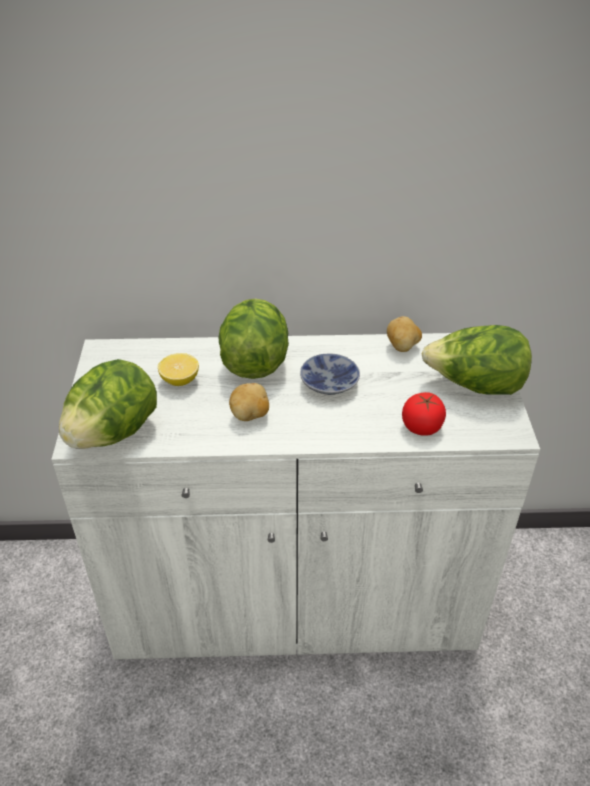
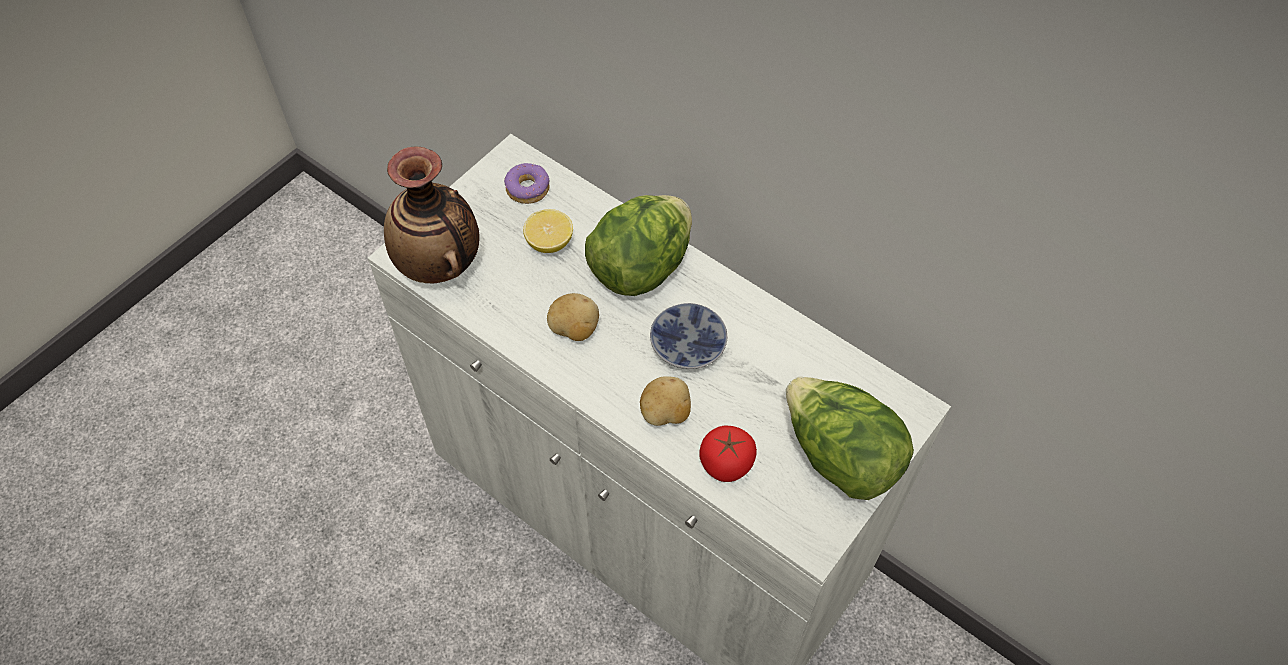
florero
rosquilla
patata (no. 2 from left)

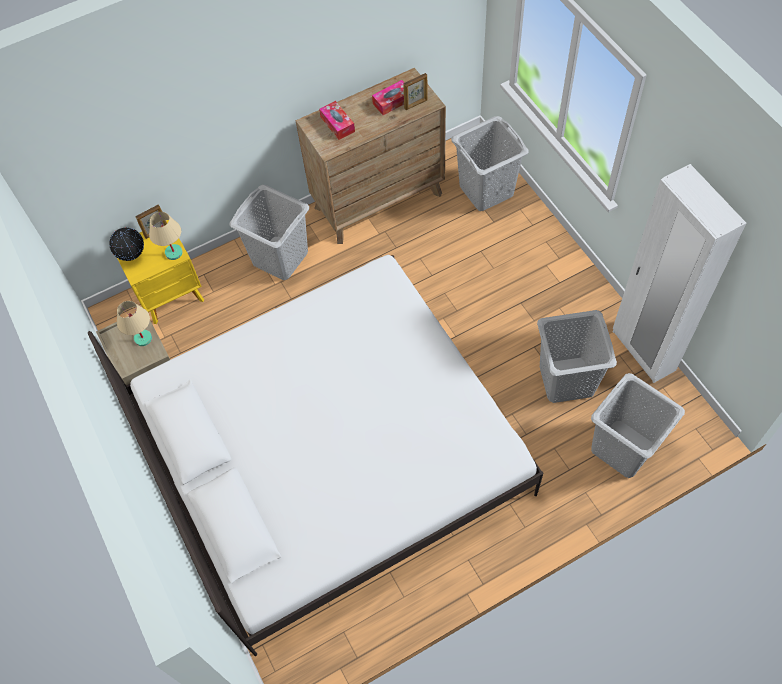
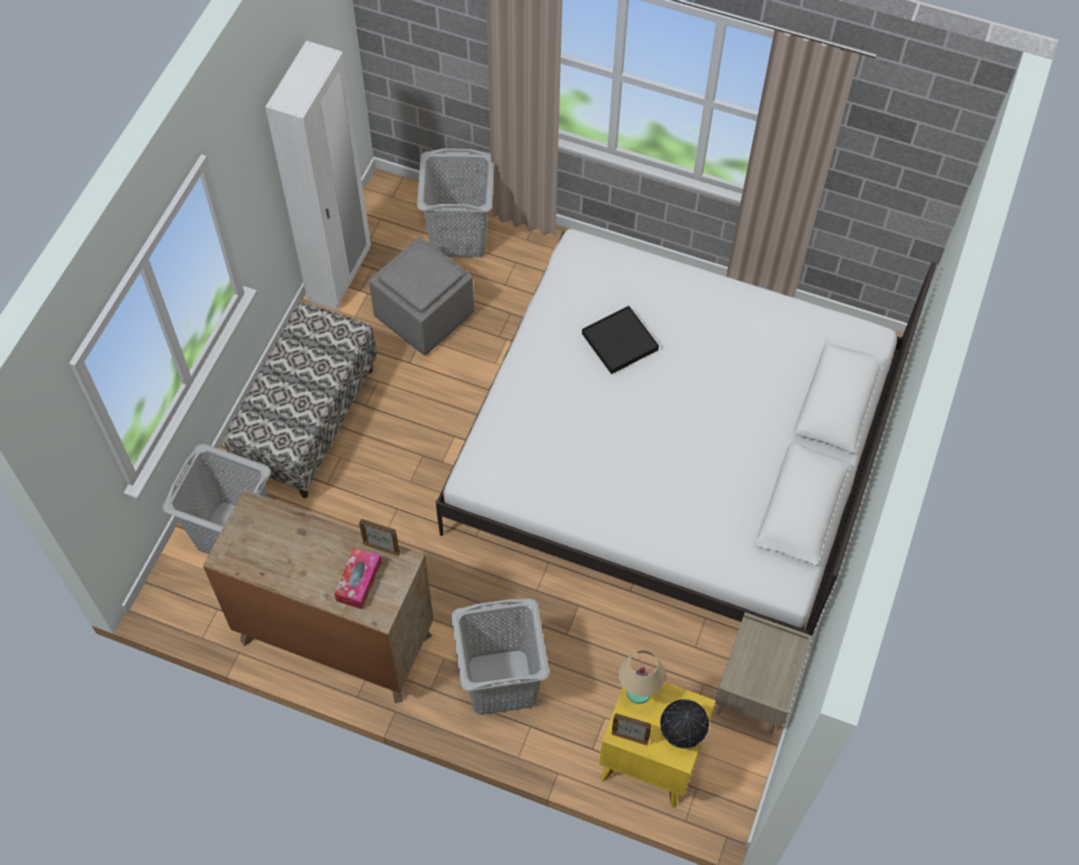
banco
portarretratos (no. 1 from left)
puf/gris
bandeja/negro
lámpara de mesa/beis (no. 1 from left in the first image)
caja de pañuelos (no. 2 from left in the first image)

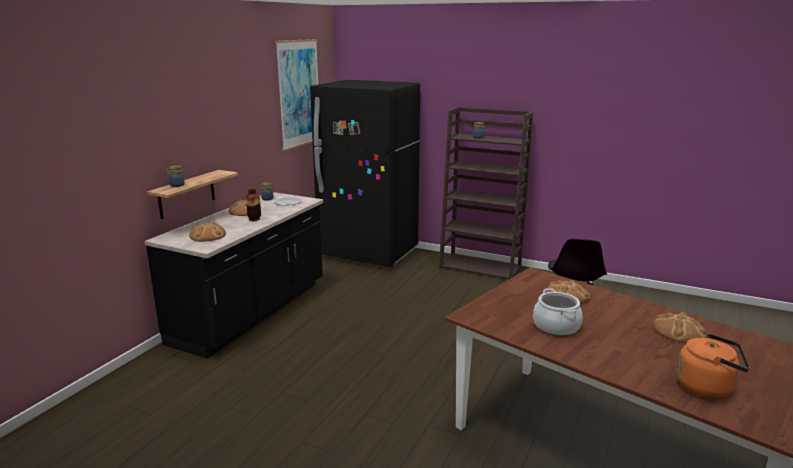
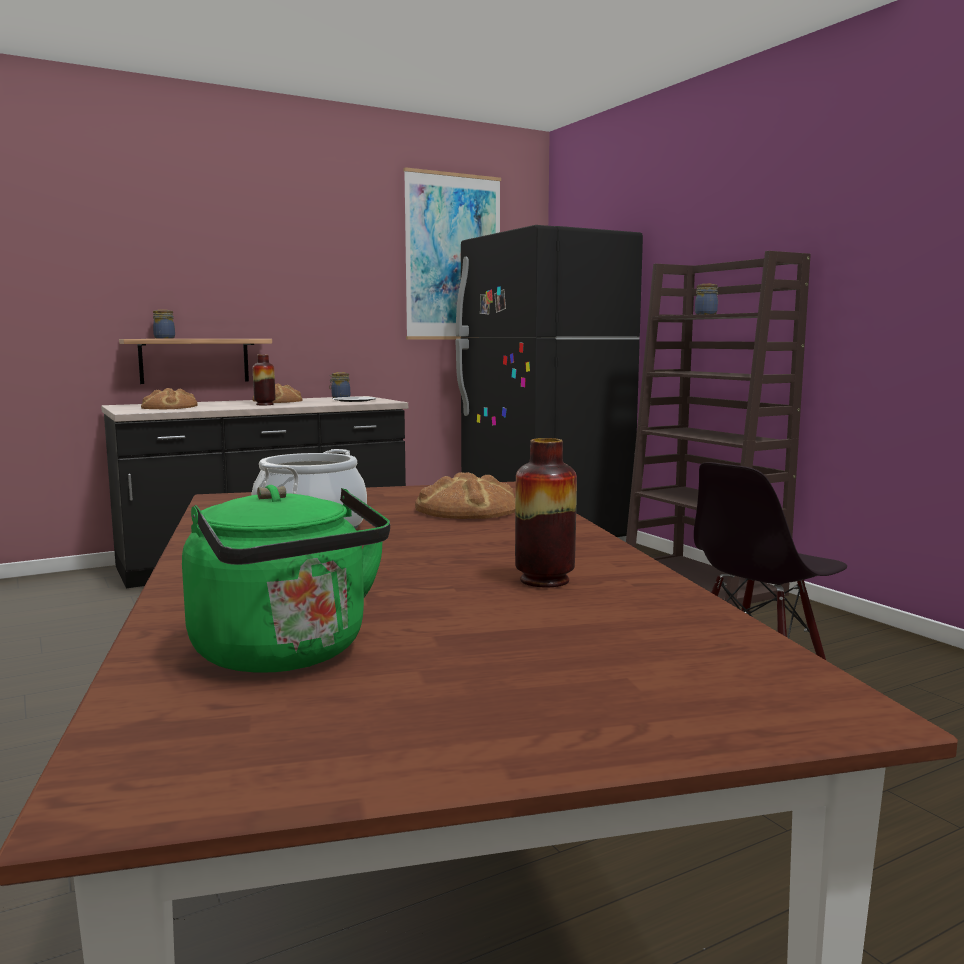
hervidor/verde
florero (no. 2 from left)

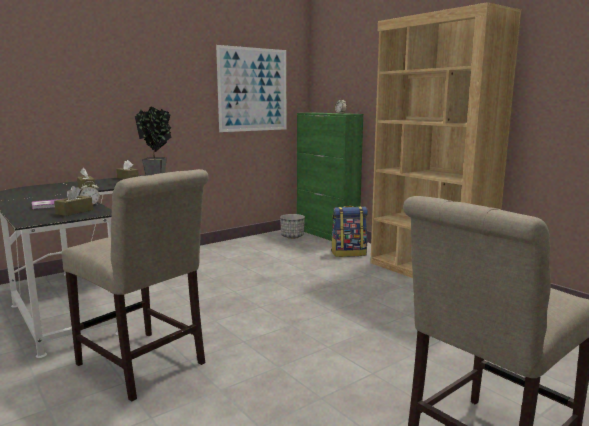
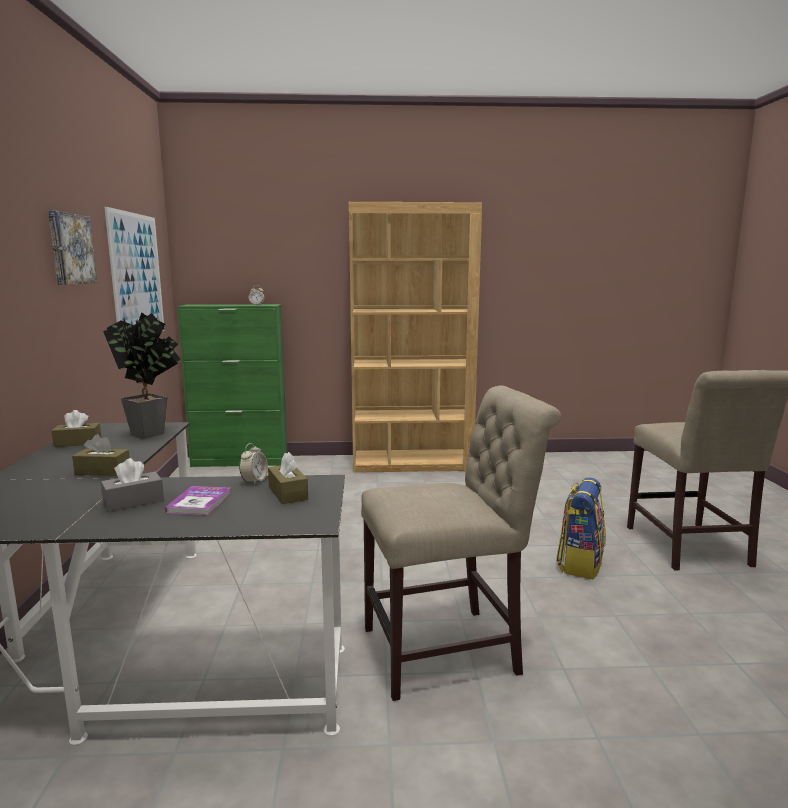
cuadro (no. 1 from left)
caja de pañuelos/gris
mochila
maceta

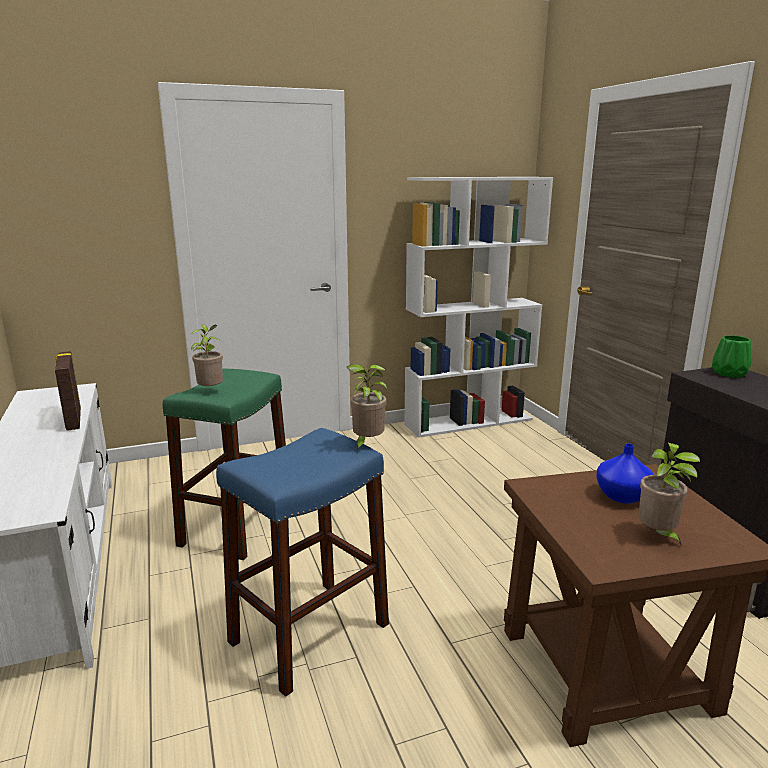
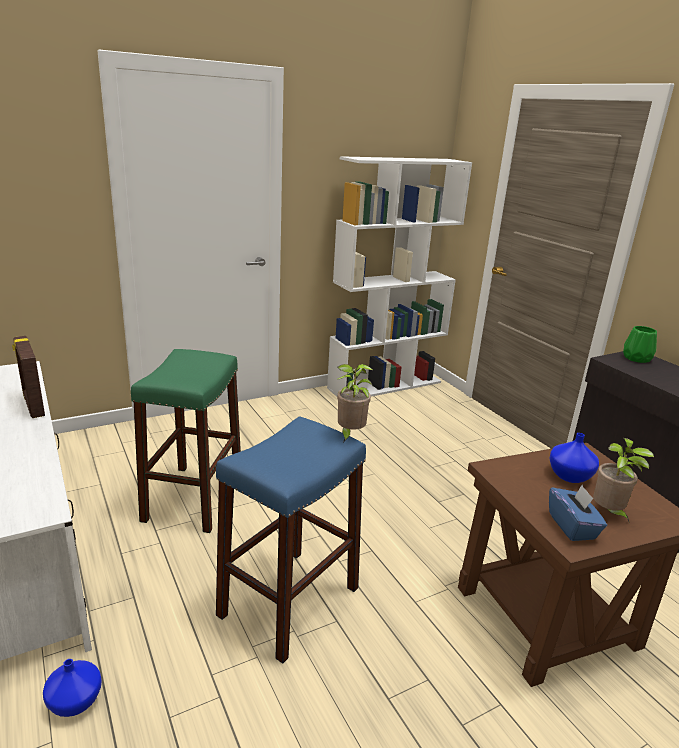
florero/azul (no. 1 from left)
caja de pañuelos/azul
planta en maceta (no. 1 from left in the first image)

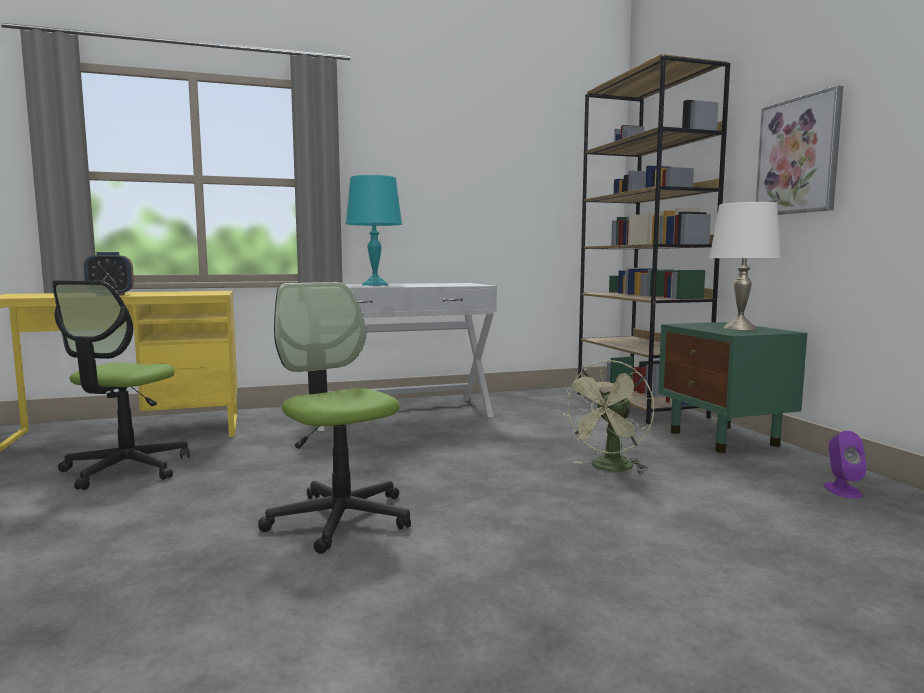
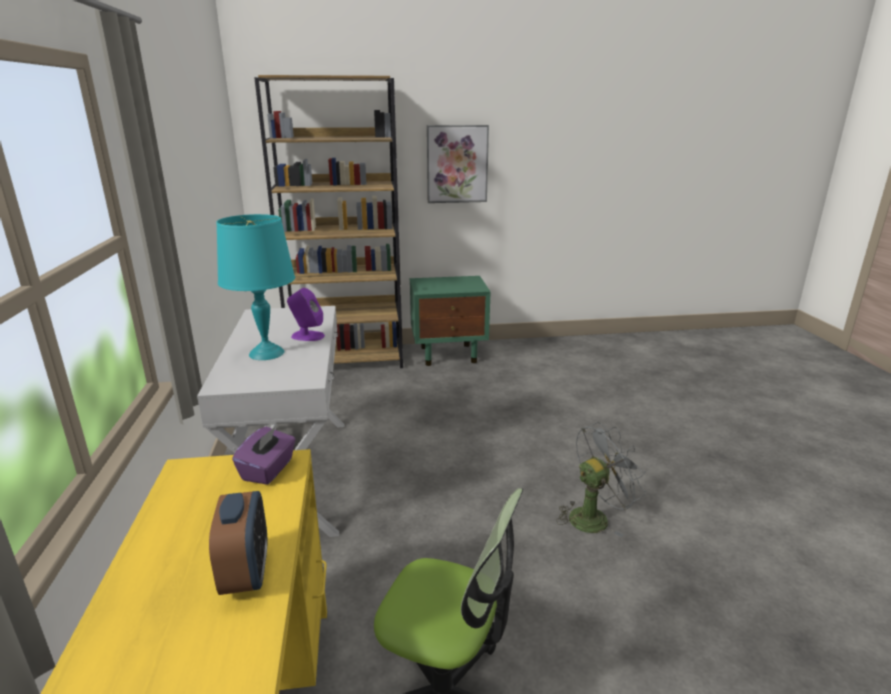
caja de pañuelos/morado
altavoz/morado
ventilador/gris
ventilador/verde
lámpara de mesa/blanco

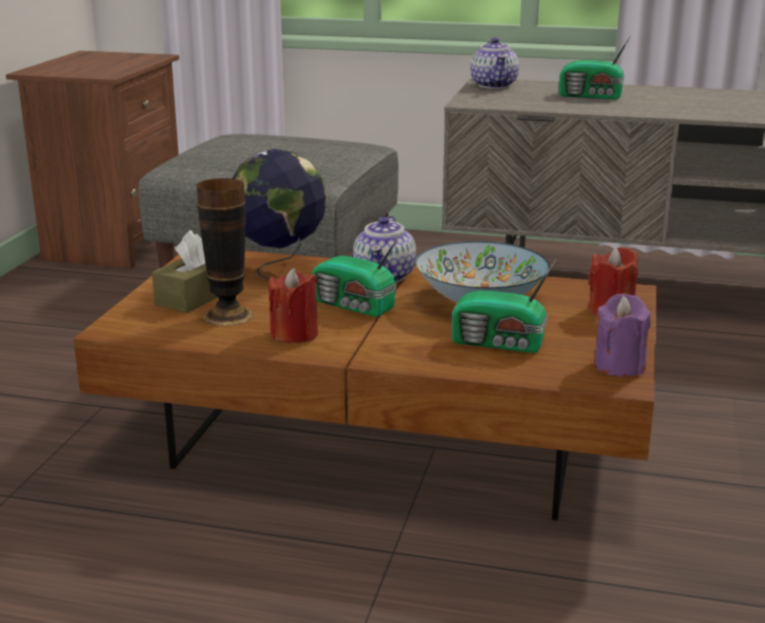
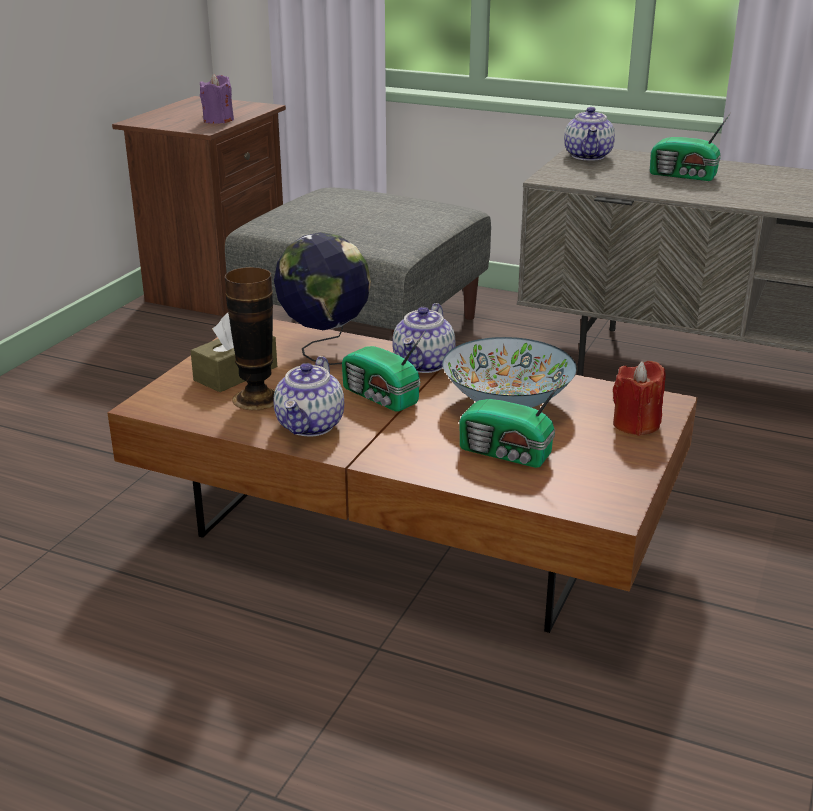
vela/morado
tetera (no. 1 from left)

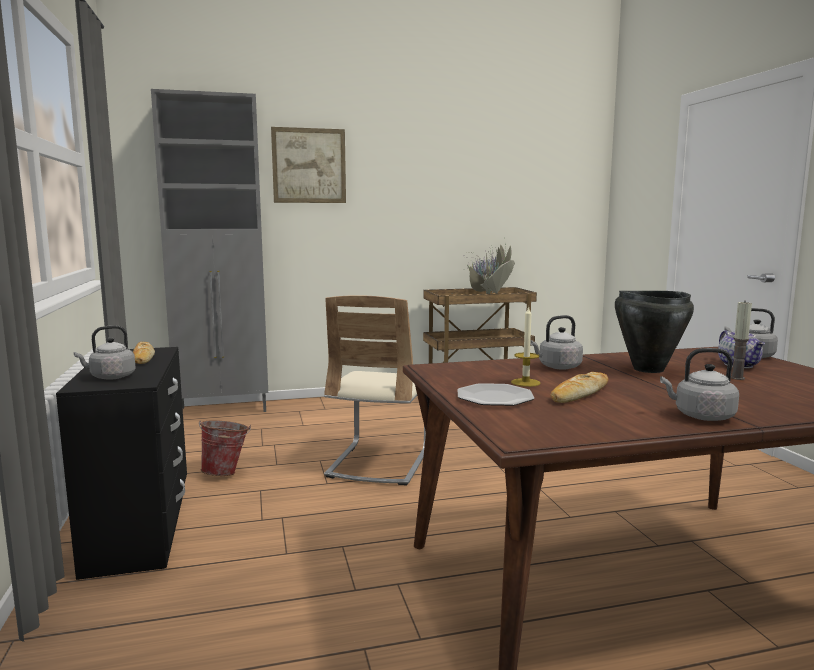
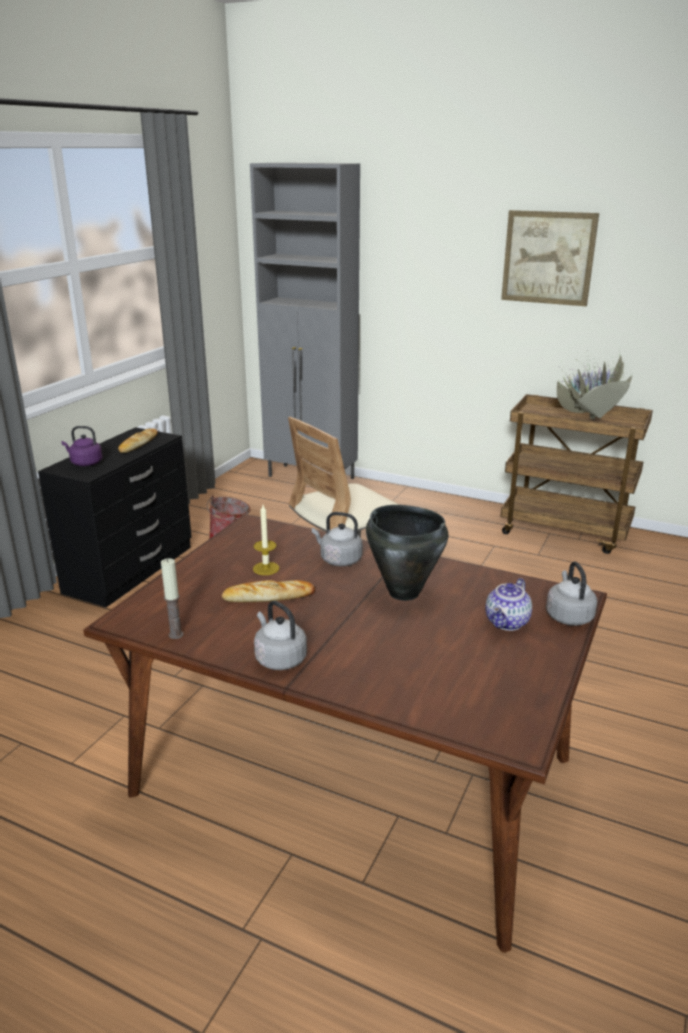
hervidor/morado
vela (no. 1 from left)
cuadro
plato

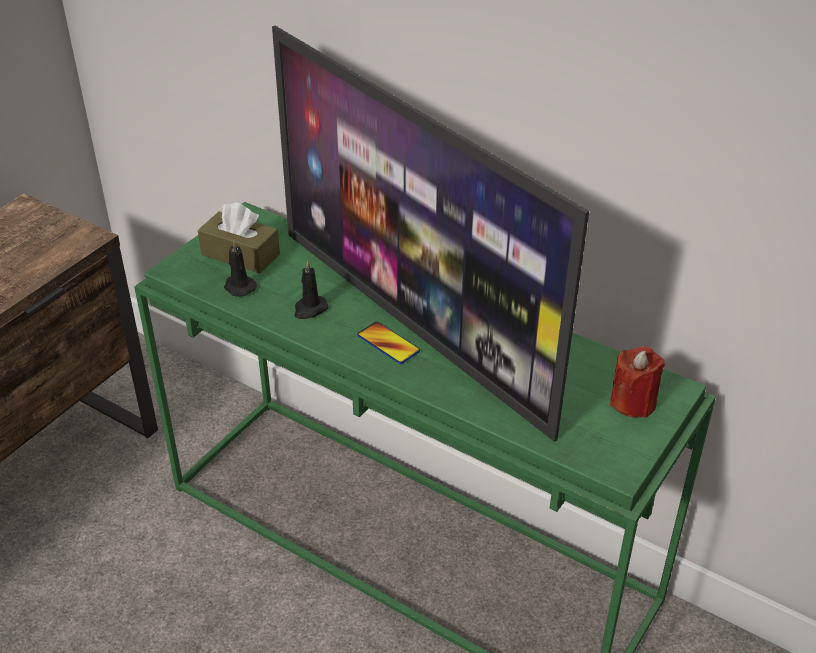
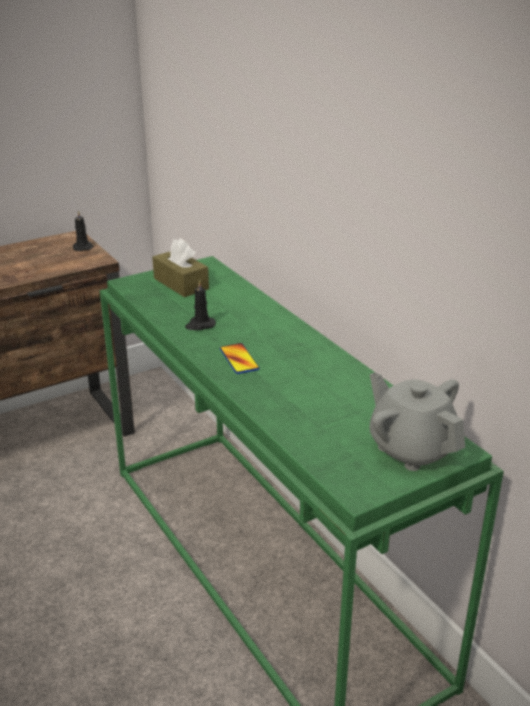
vela/negro (no. 1 from left)
tetera/gris
televisor

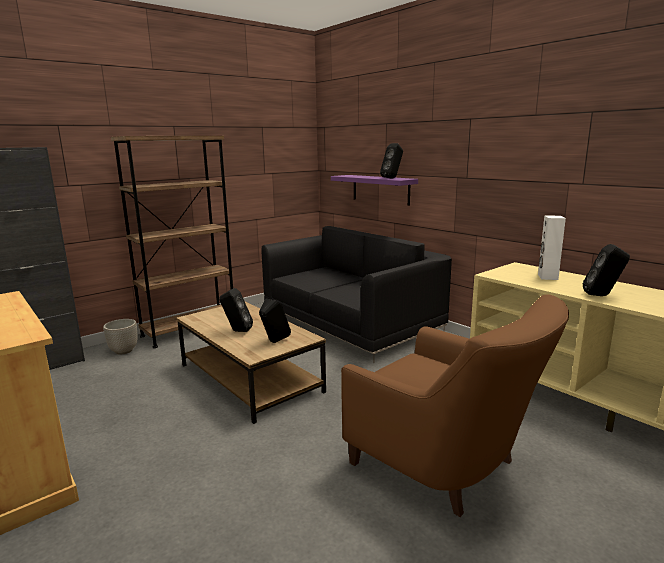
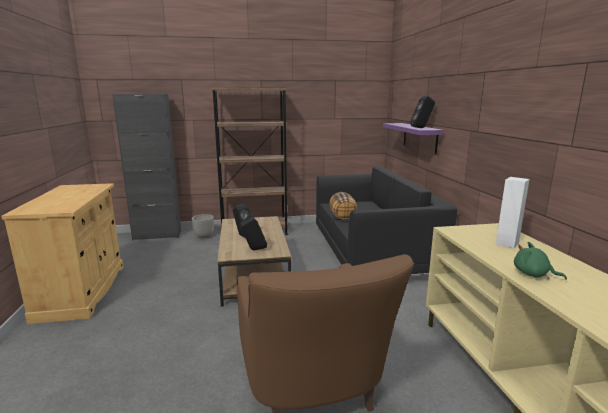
cojín
peluche/verde

